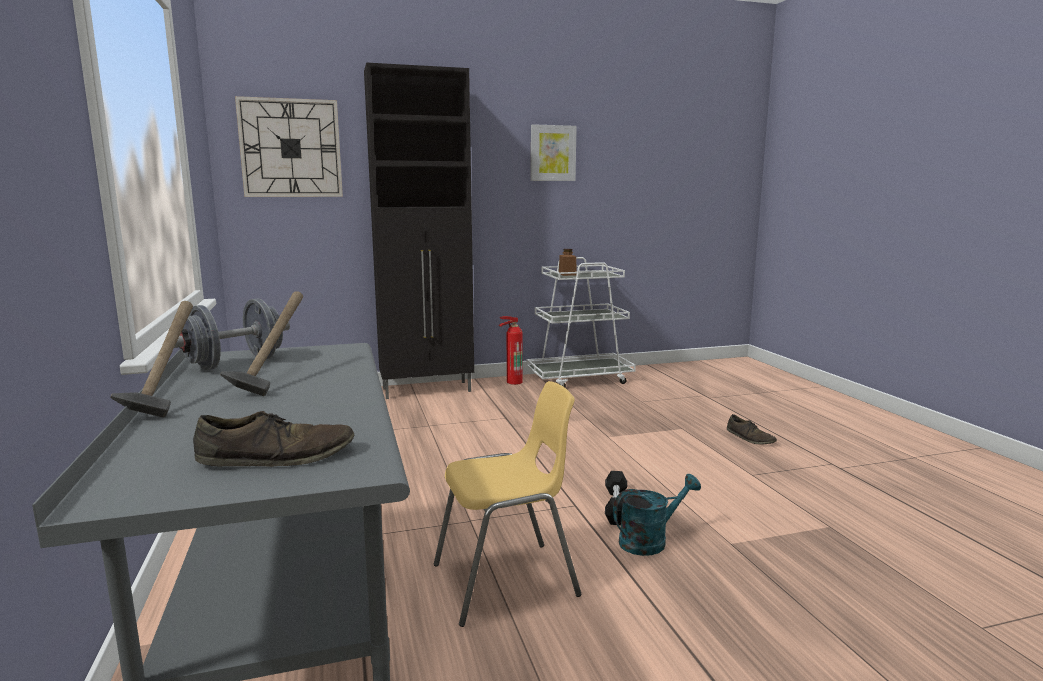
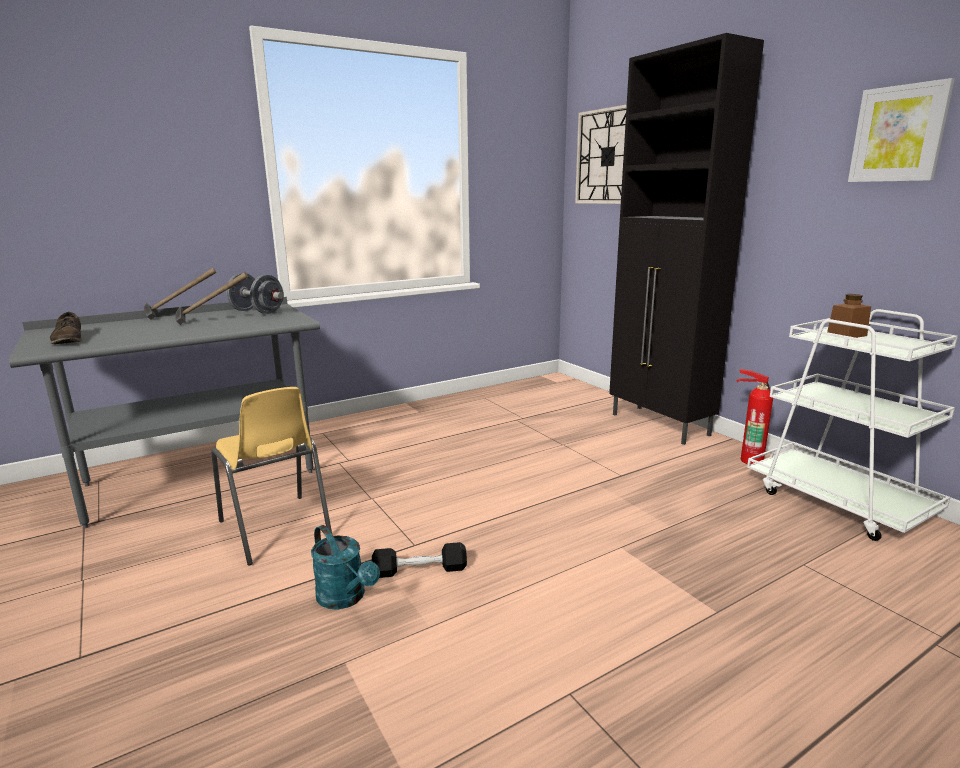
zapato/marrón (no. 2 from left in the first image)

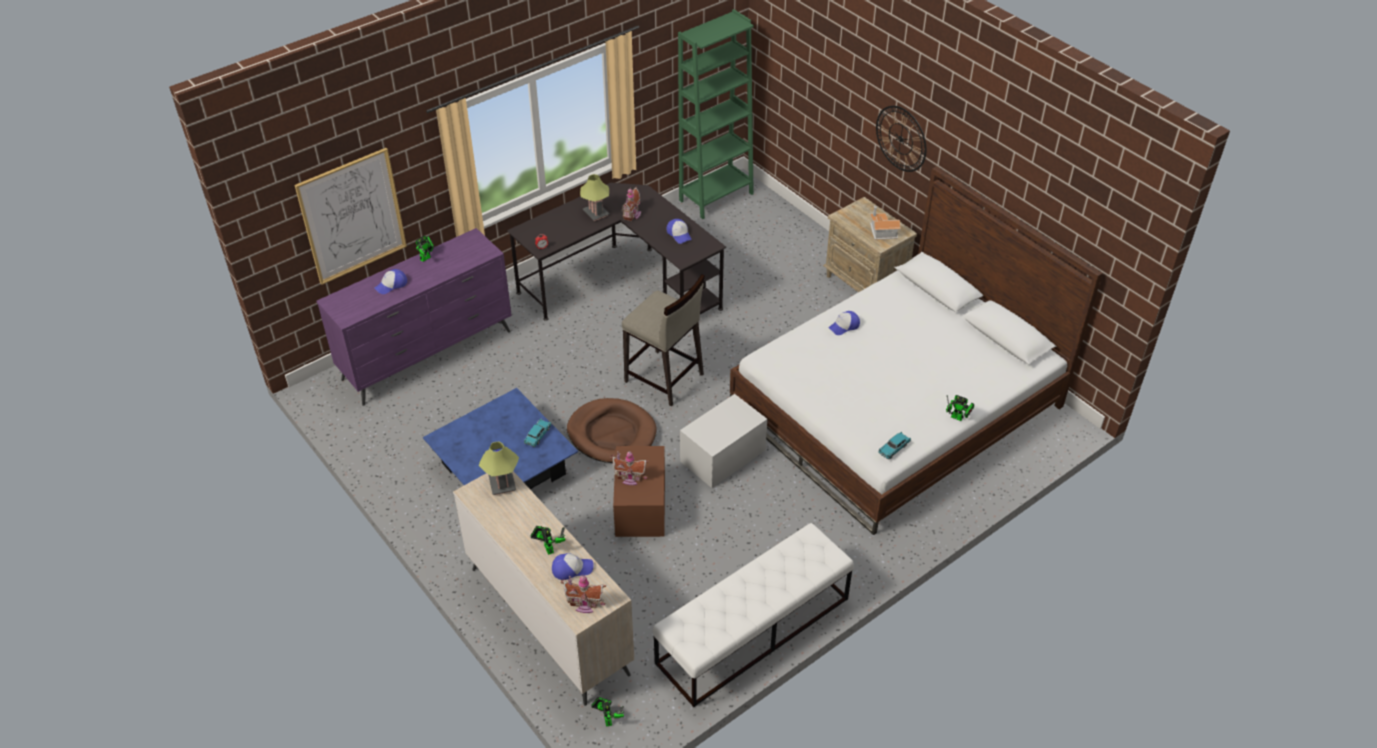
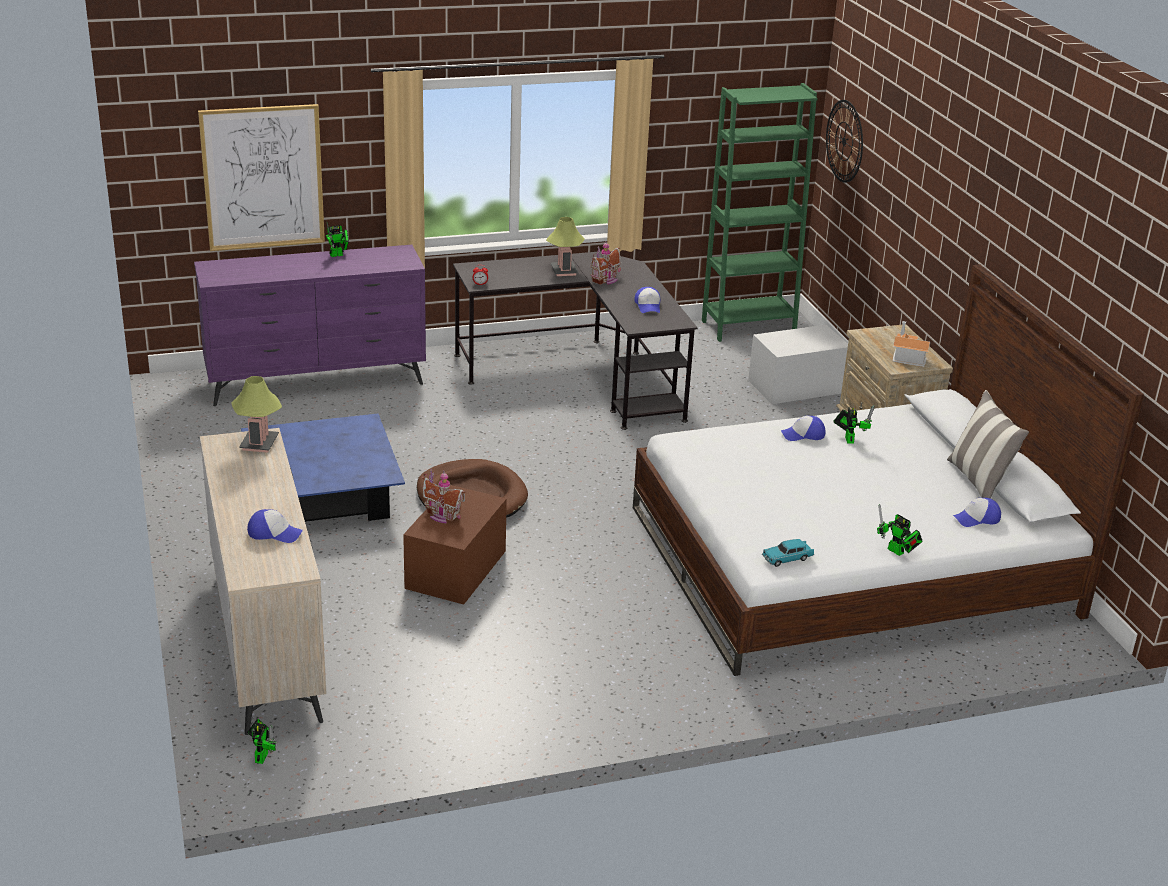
caja de almacenaje/blanco
reloj de pared
robot de juguete (no. 3 from left)
cojín
gorra (no. 4 from left)
coche de juguete/turquesa (no. 1 from left in the first image)
casita (no. 1 from left in the first image)
taburete/beis
banco/blanco

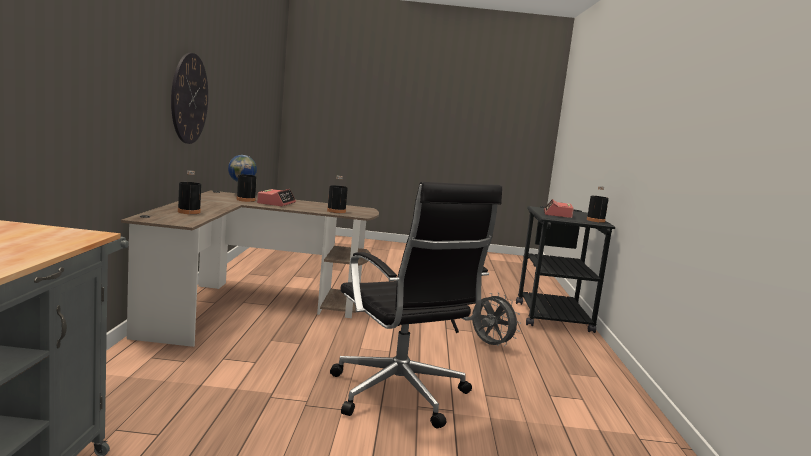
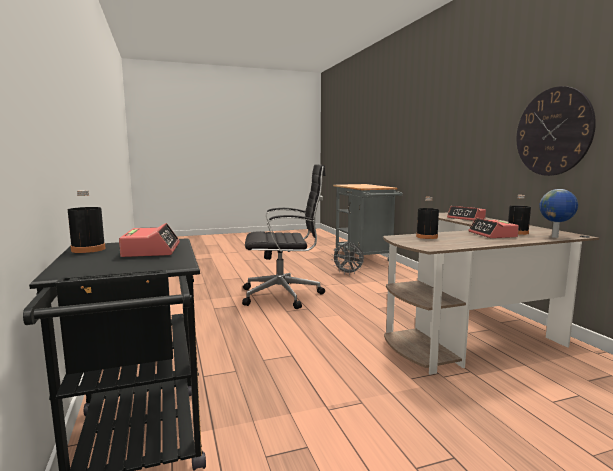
silla de oficina/negro
ventilador/gris
despertador (no. 2 from left)

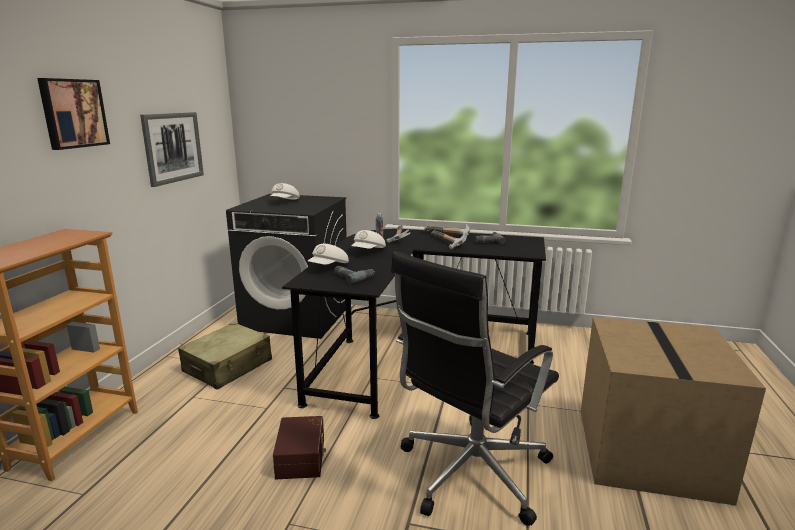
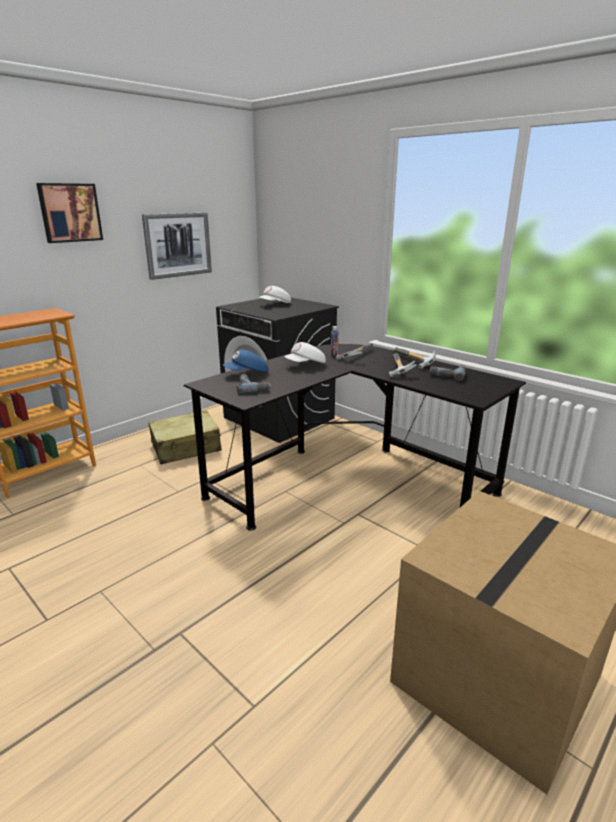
gorra/azul
caja de almacenaje/marrón
silla de oficina/negro

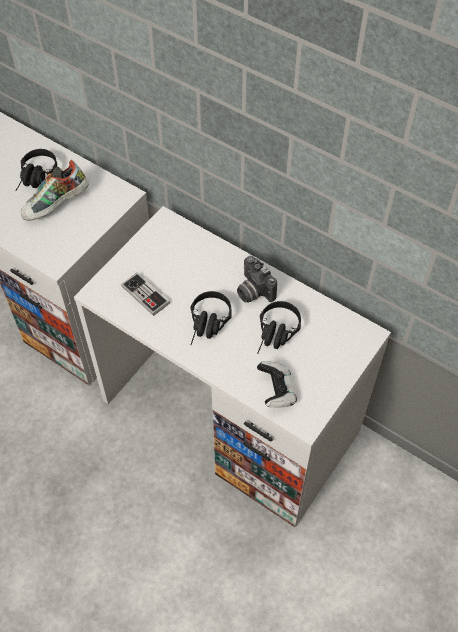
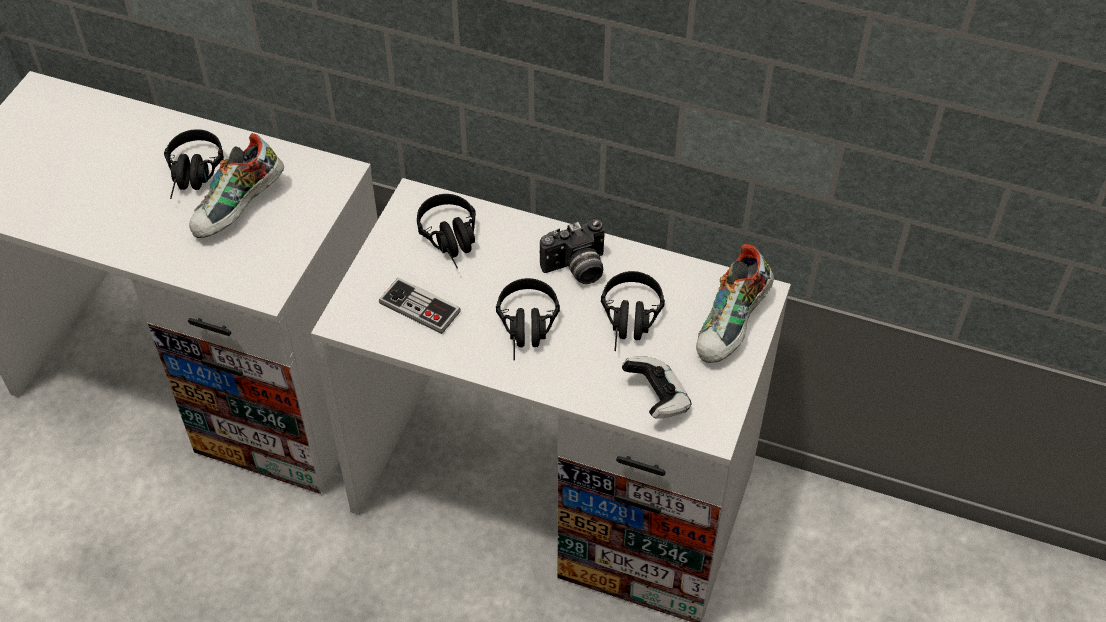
auriculares/negro (no. 2 from left)
cámara
zapato (no. 2 from left)

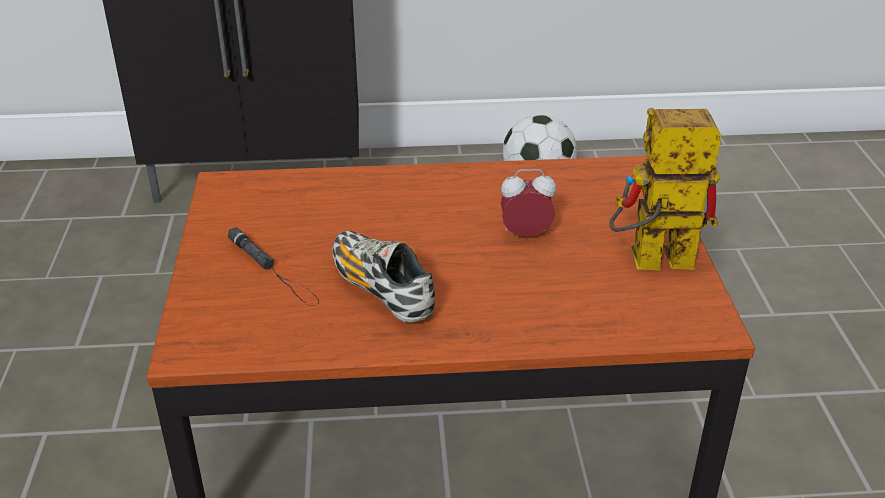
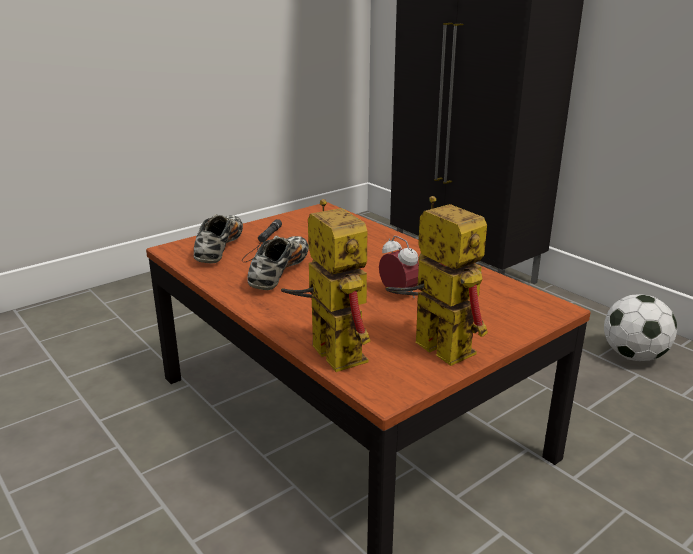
zapato (no. 1 from left)
robot de juguete (no. 1 from left)

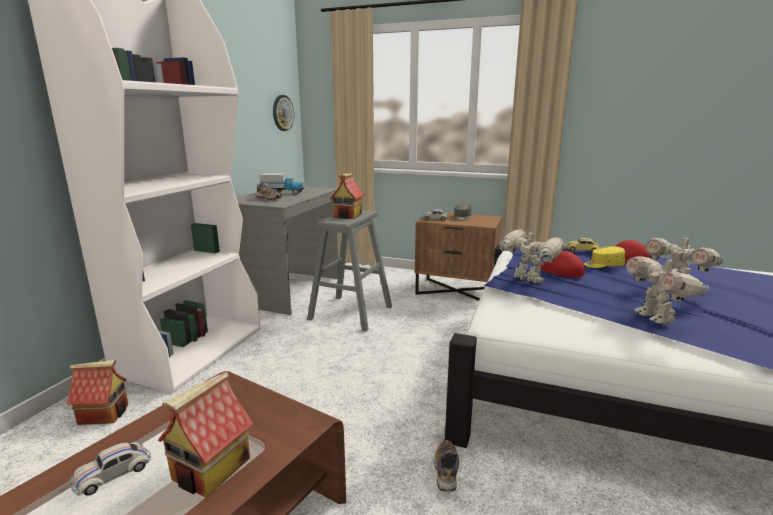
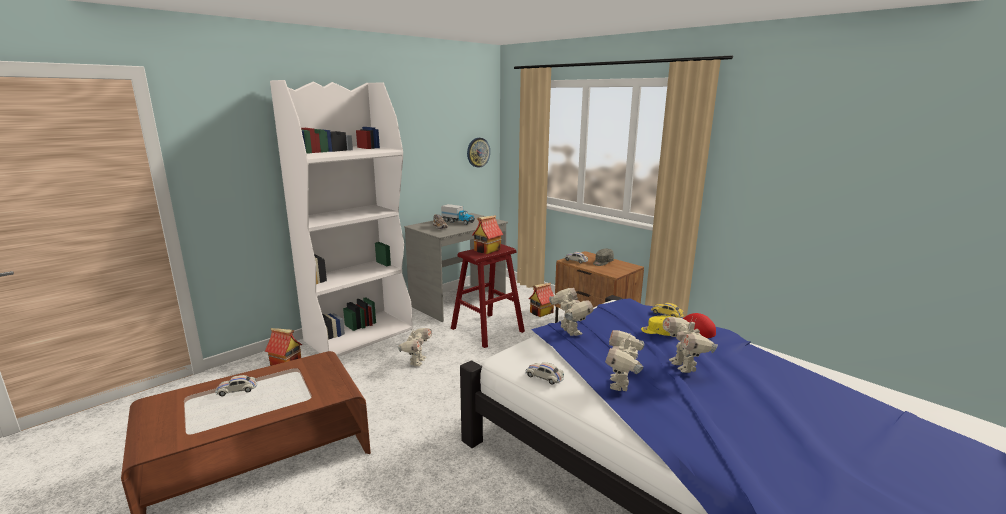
robot de juguete (no. 1 from left)
taburete/rojo
coche de juguete/blanco (no. 2 from left)
casita (no. 3 from left)
zapato (no. 2 from left in the first image)
gorra/rojo (no. 1 from left in the first image)

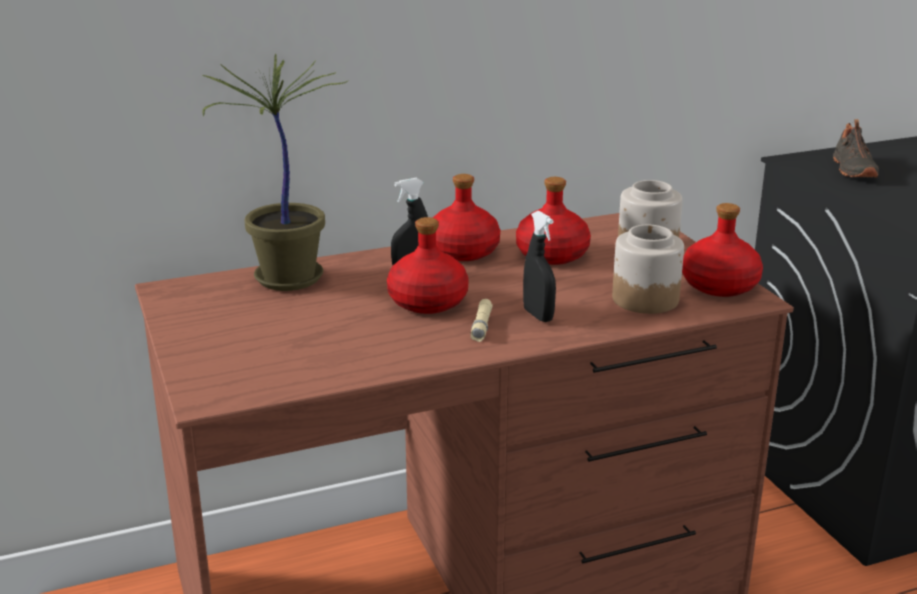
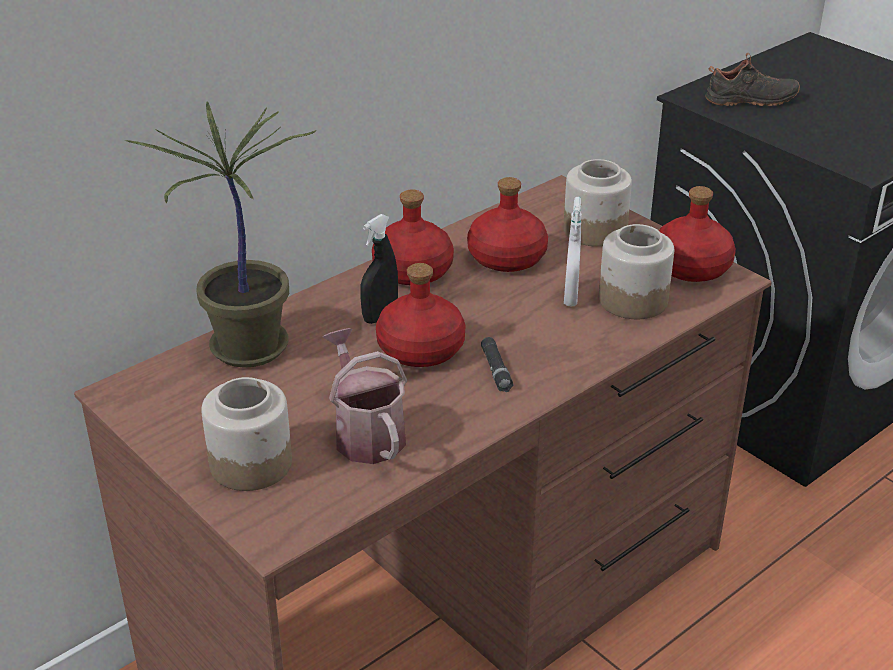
tarro (no. 1 from left)
regadera
linterna/negro
pulverizador/blanco
zapato/negro
pulverizador/negro (no. 2 from left in the first image)

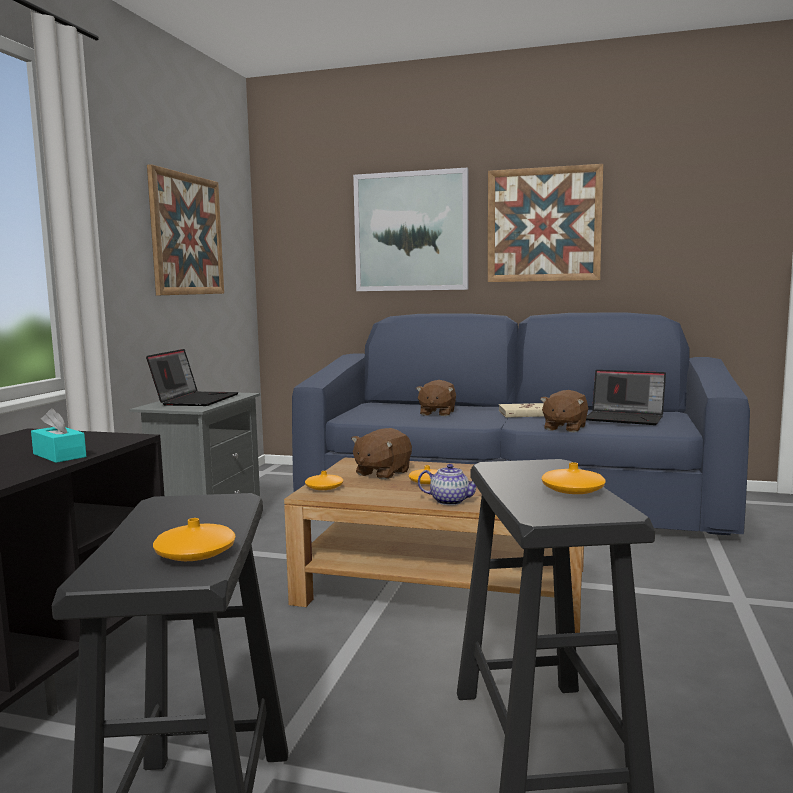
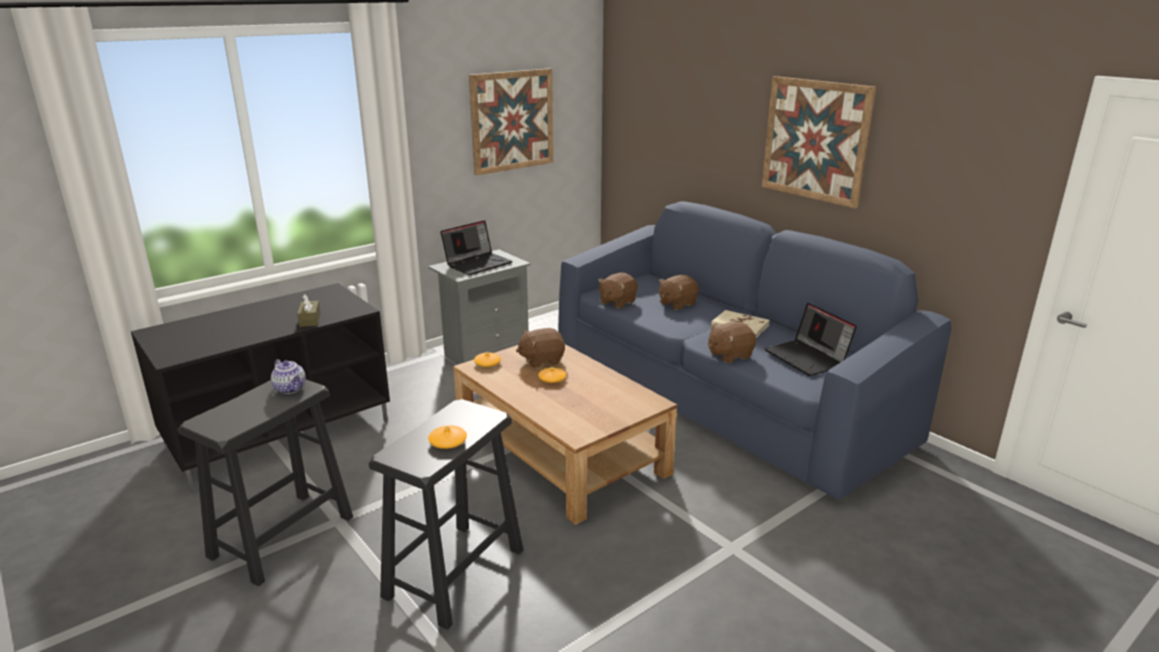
tetera
caja de pañuelos/marrón
peluche/marrón (no. 2 from left)
florero/naranja (no. 1 from left in the first image)
cuadro (no. 2 from left in the first image)

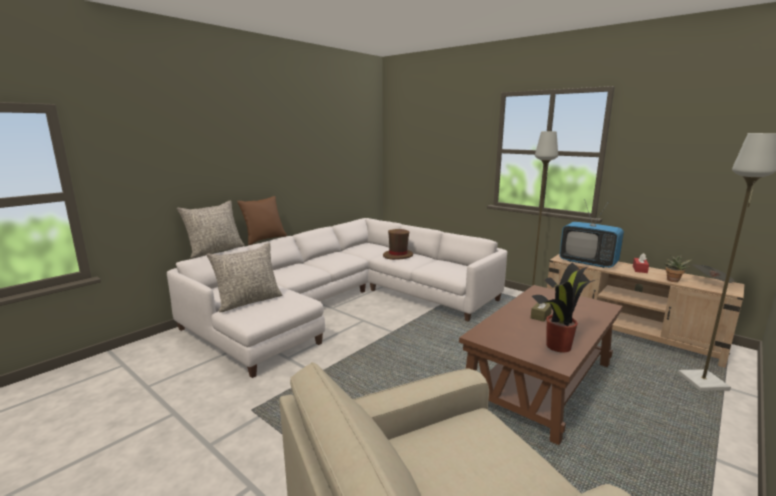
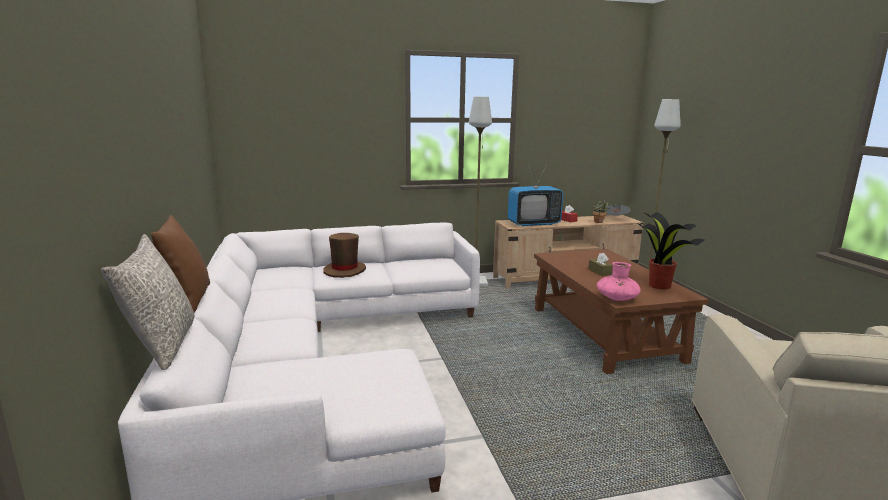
florero/rosa
cojín/gris (no. 2 from left in the first image)

